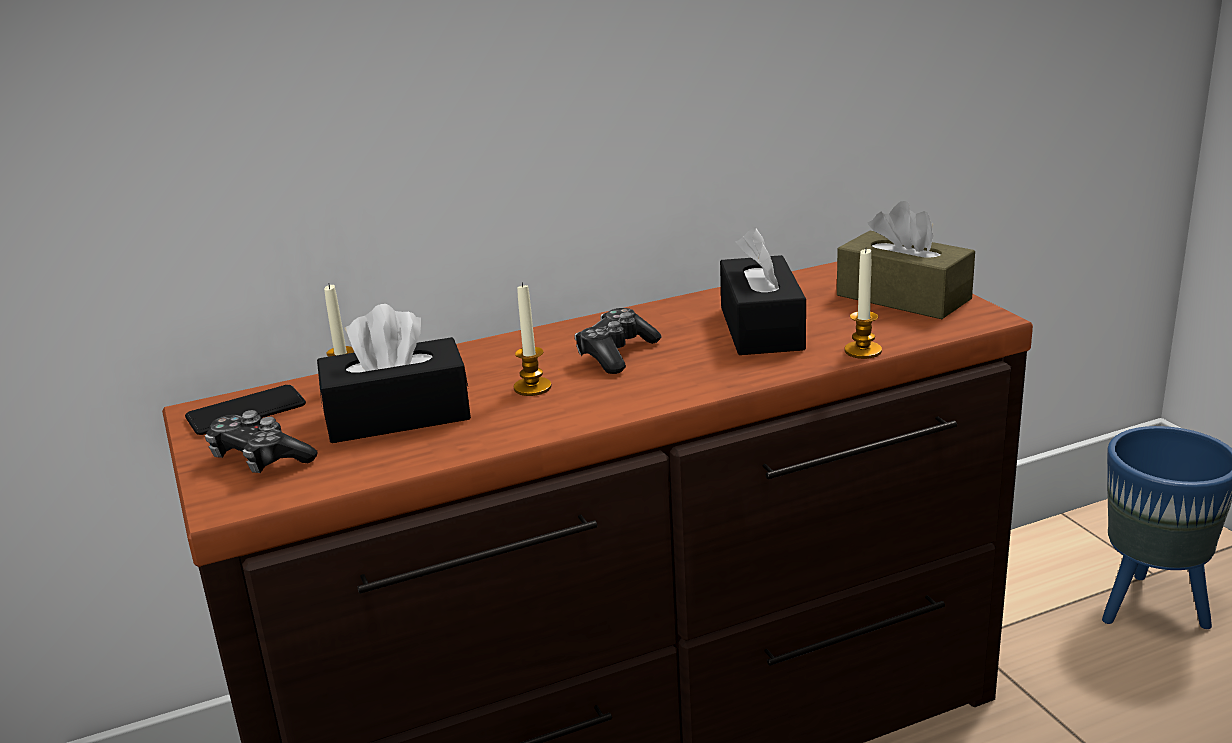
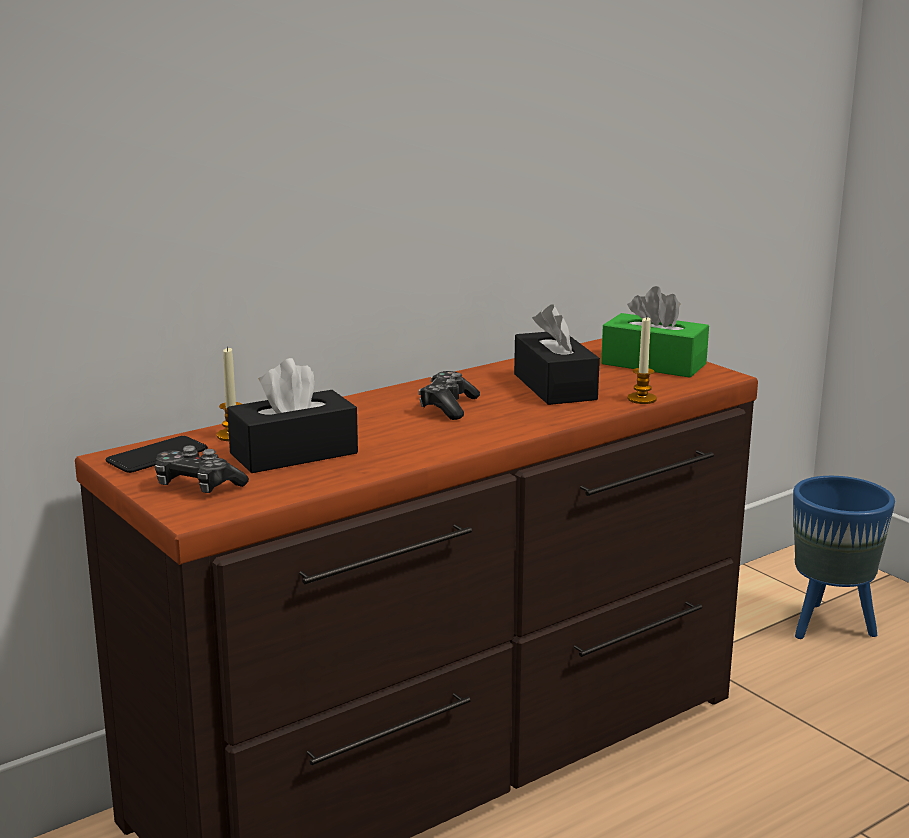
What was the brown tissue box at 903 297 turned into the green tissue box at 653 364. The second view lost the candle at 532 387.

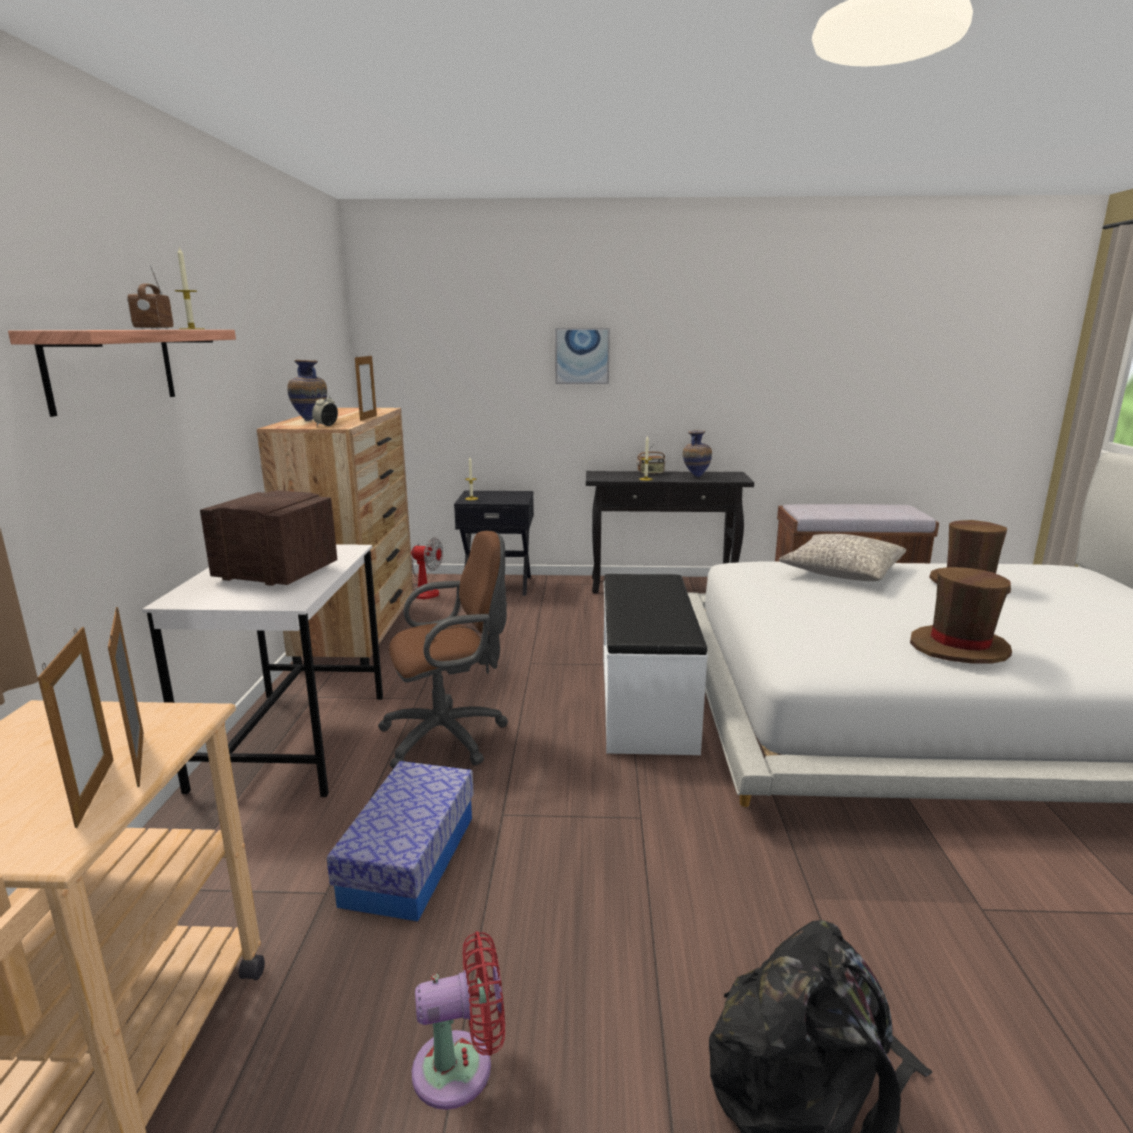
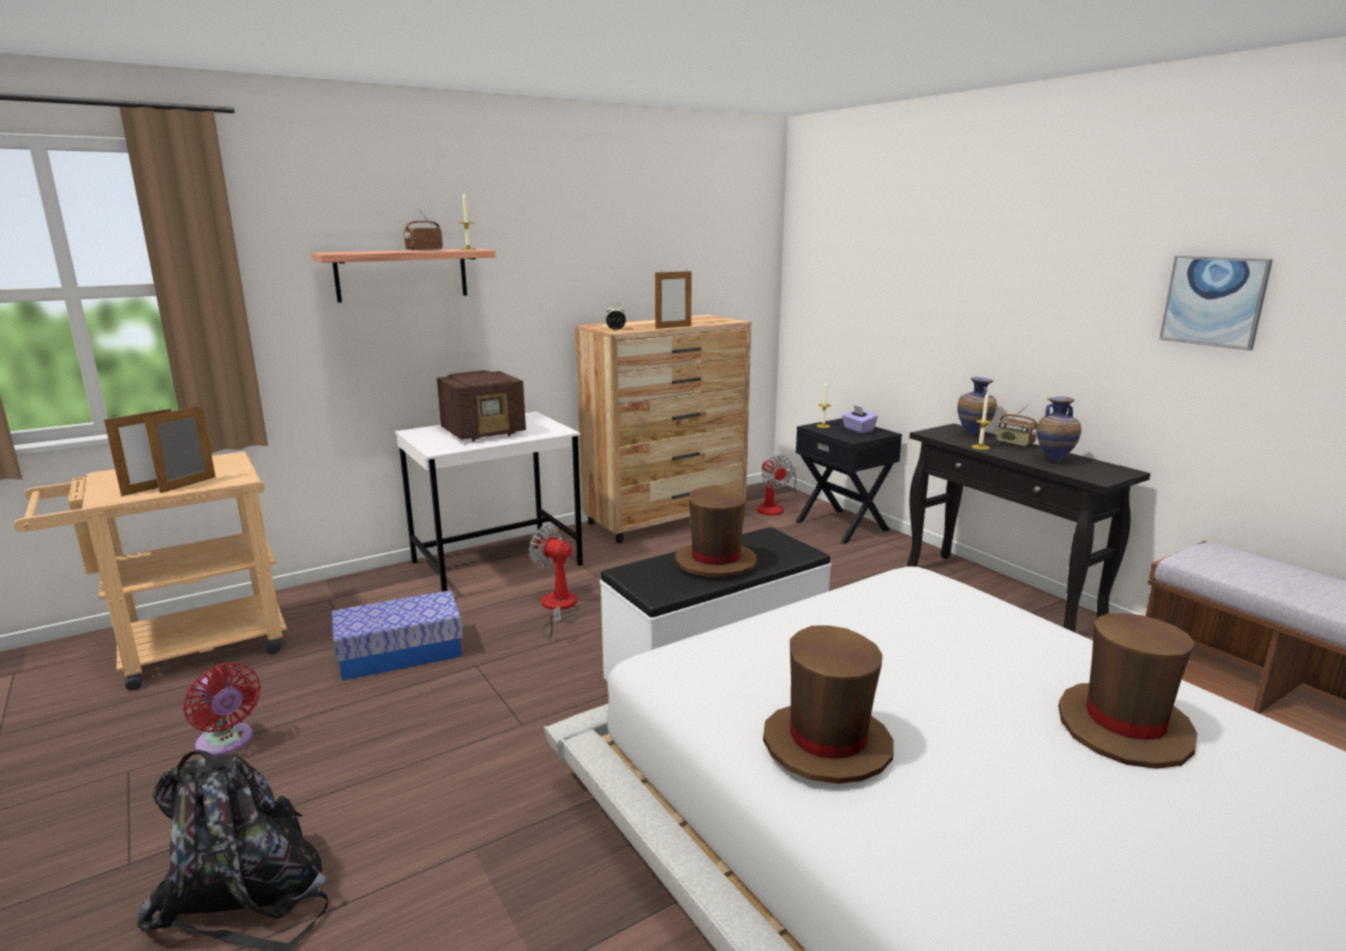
The picture ended up elsewhere, having gone from 582 356 to 1214 301. The vase ended up elsewhere, having gone from 311 420 to 974 434. The radio at 275 573 ended up facing another way, 75 degrees clockwise from before. Where the brown office chair stood at 450 736, the fan came to stand at 558 608. The second view lost the grey pillow at 842 572. The second view gained the purple tissue box at 858 430. The second view gained the brown hat at 715 562.

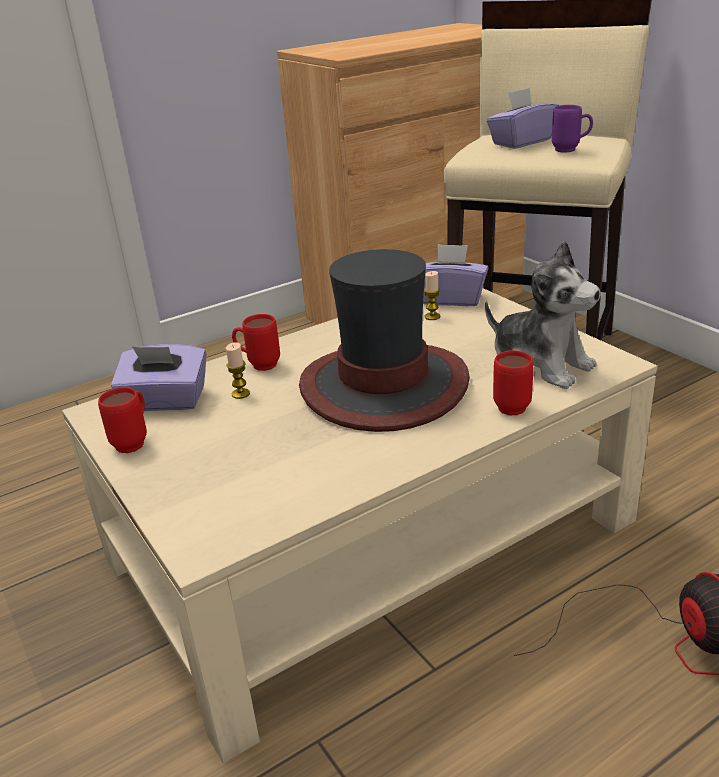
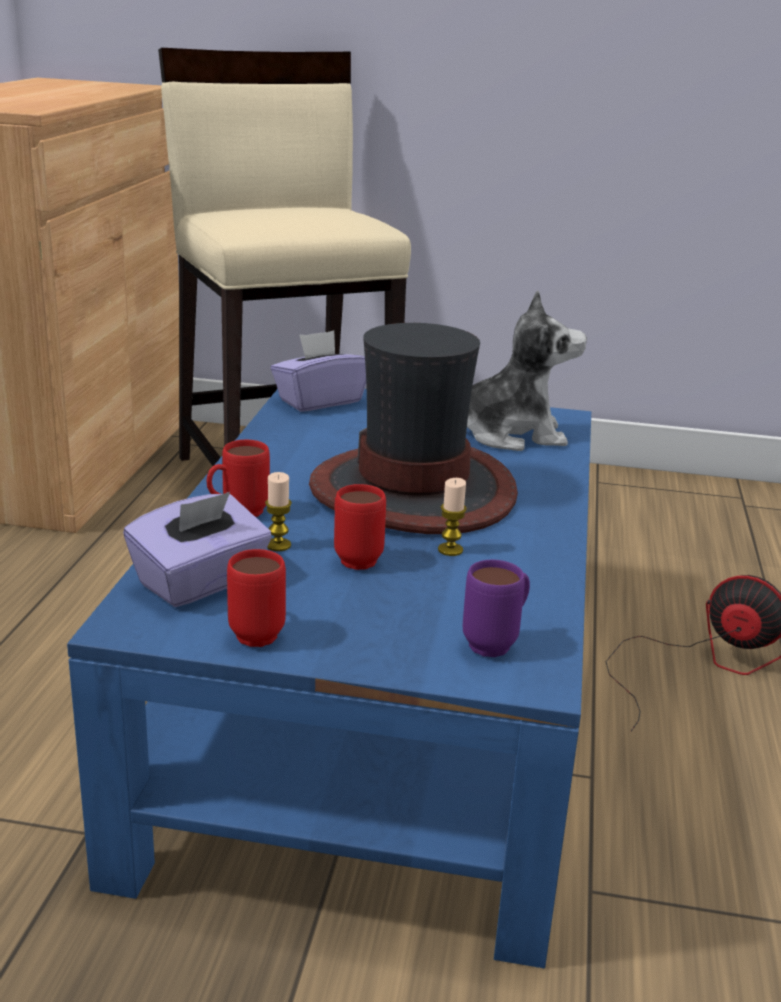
The second view lost the purple tissue box at 521 142. The purple mug ended up elsewhere, having gone from 571 150 to 497 643. The candle ended up elsewhere, having gone from 432 316 to 450 550. What was the beige coffee table at 372 540 turned into the blue coffee table at 380 706. The red mug ended up elsewhere, having gone from 512 405 to 353 557.

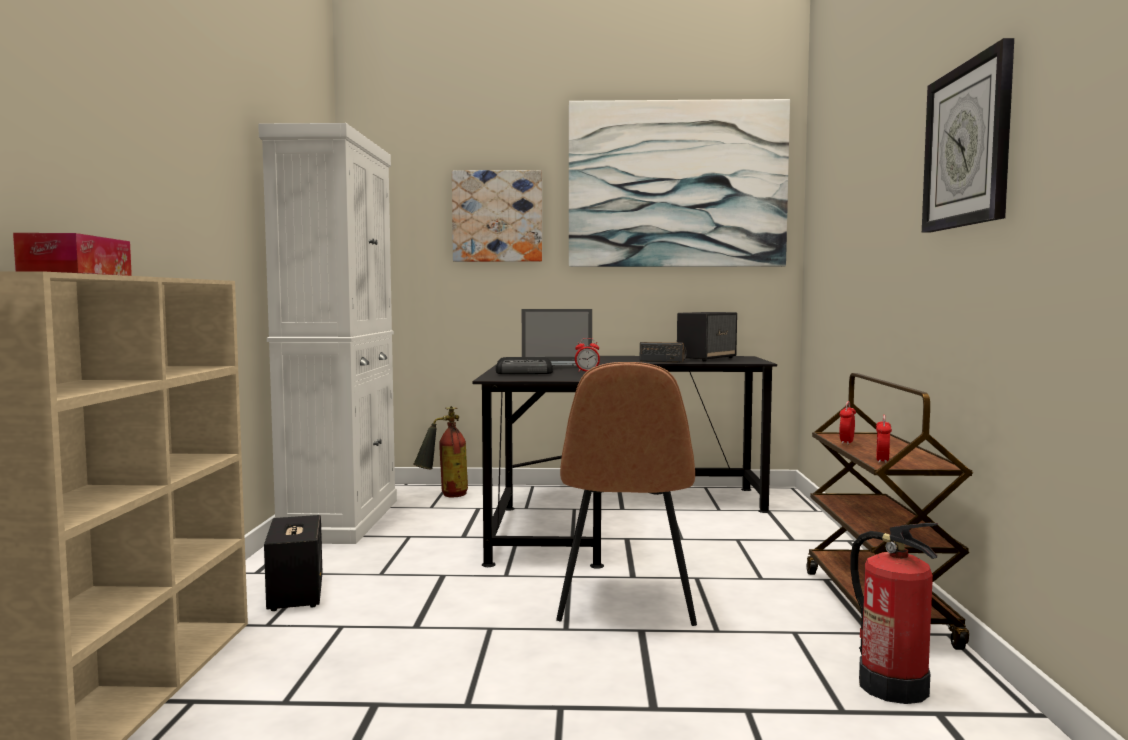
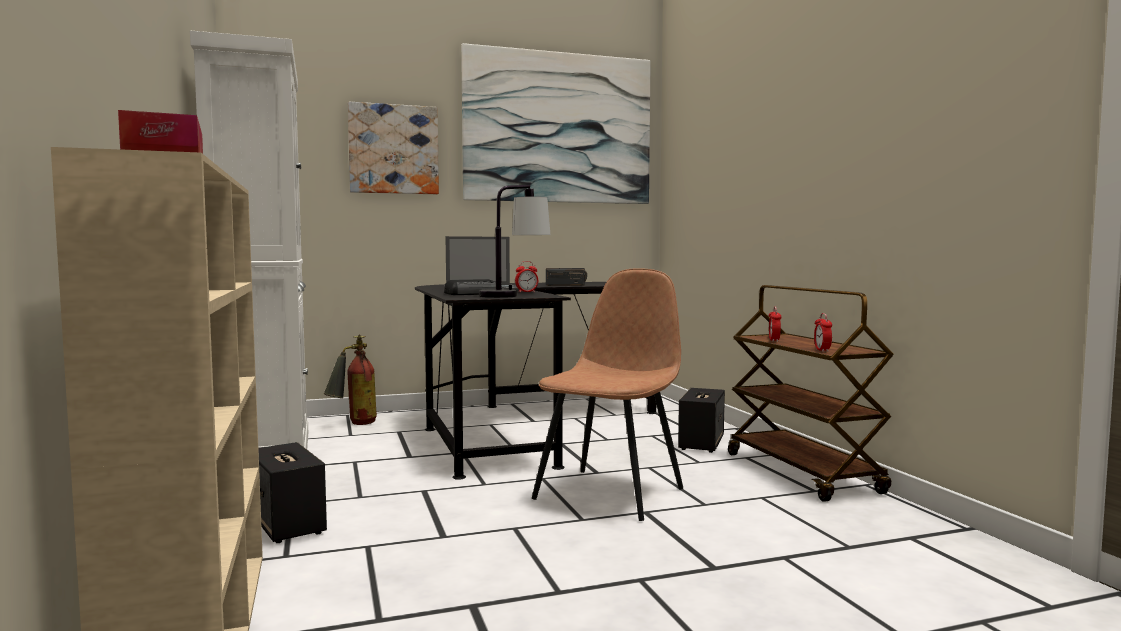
The second view lost the wall clock at 967 145. The speaker ended up elsewhere, having gone from 707 359 to 701 443. The brown chair at 625 602 ended up facing another way, 135 degrees counterclockwise from before. The second view lost the fire extinguisher at 892 686. The second view gained the table lamp at 514 295.

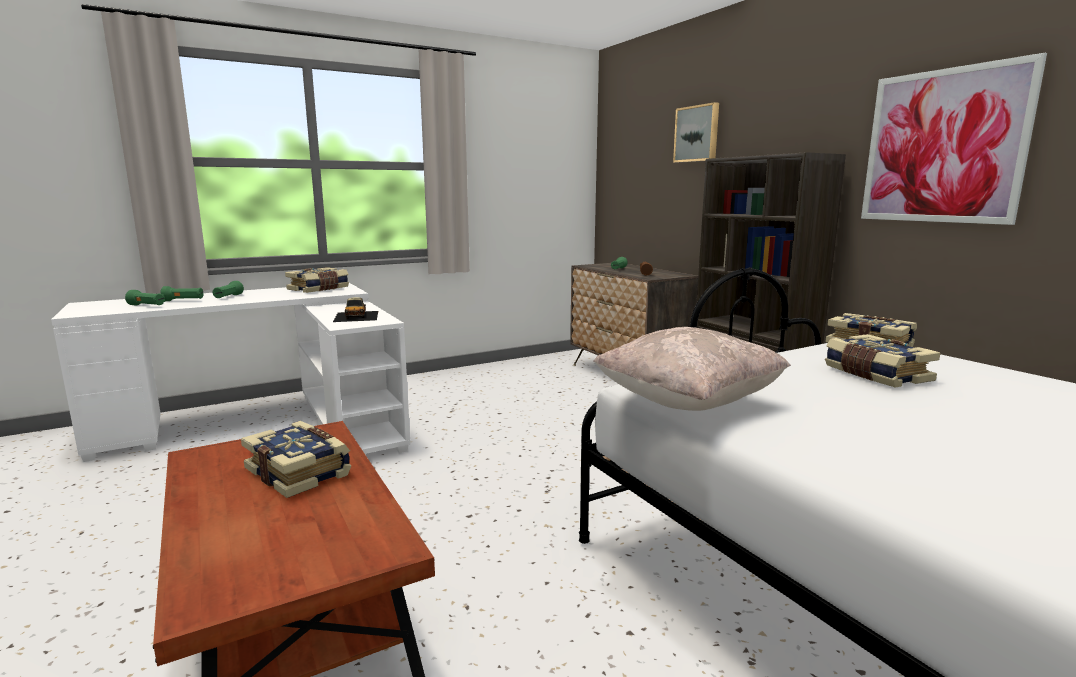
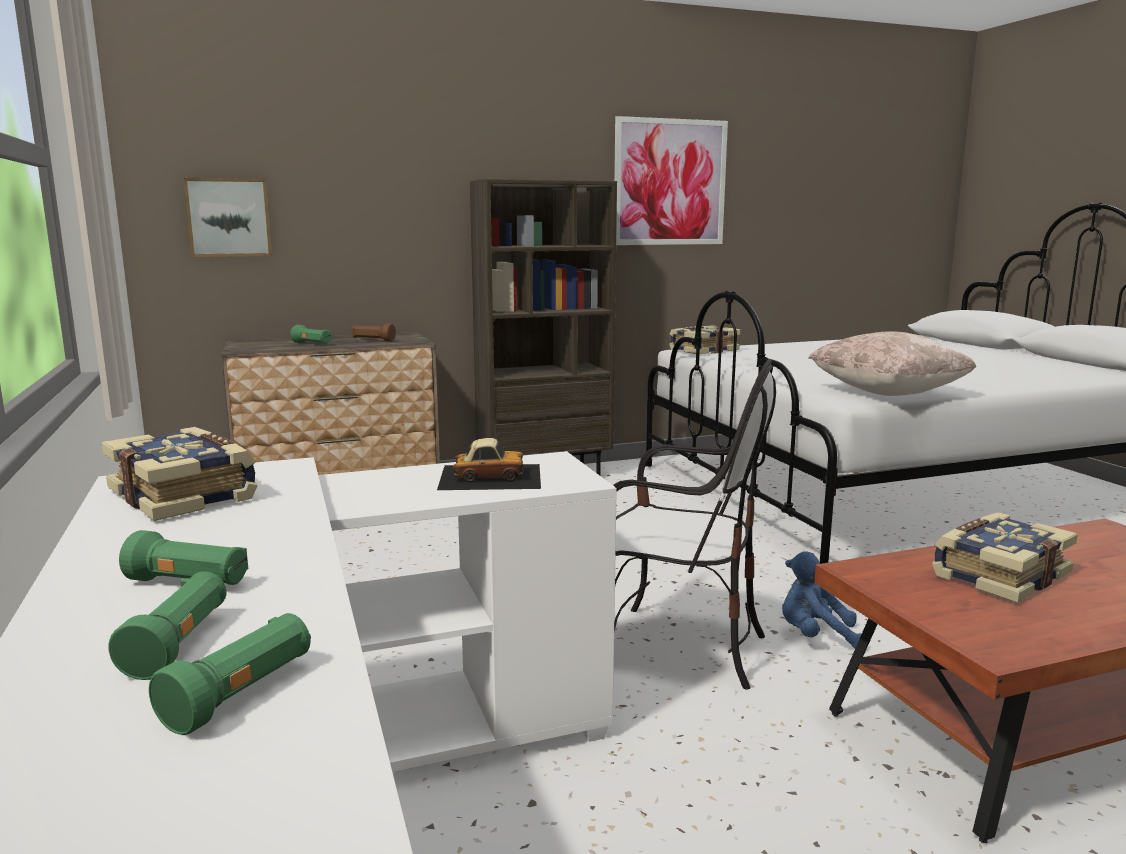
The picture ended up elsewhere, having gone from 697 134 to 229 217. The second view lost the book at 875 375. The second view gained the chair at 679 649. The second view gained the blue plush toy at 816 637.

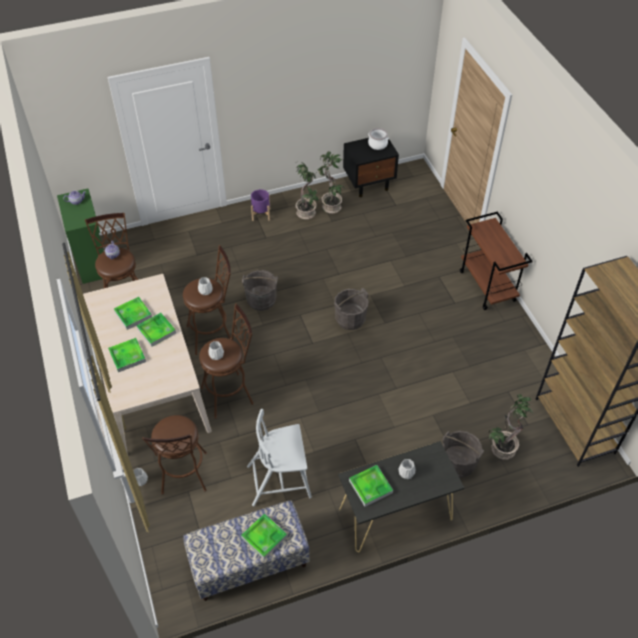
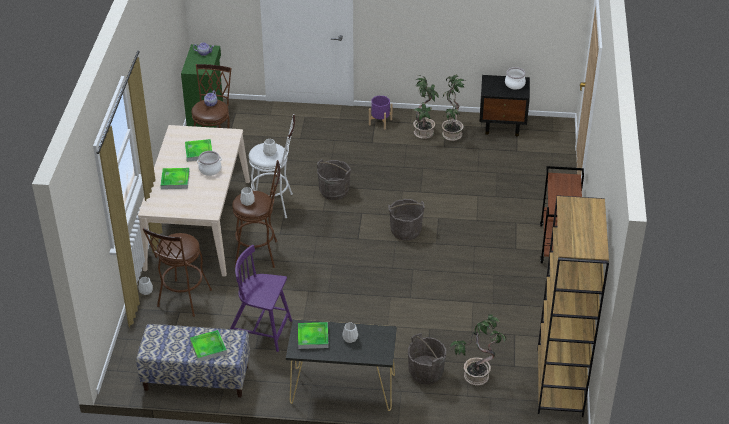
What was the brown stool at 214 334 turned into the white stool at 275 204. Where the tray stood at 156 331, the cooking pot came to stand at 210 169. What was the white chair at 280 481 turned into the purple chair at 260 331.

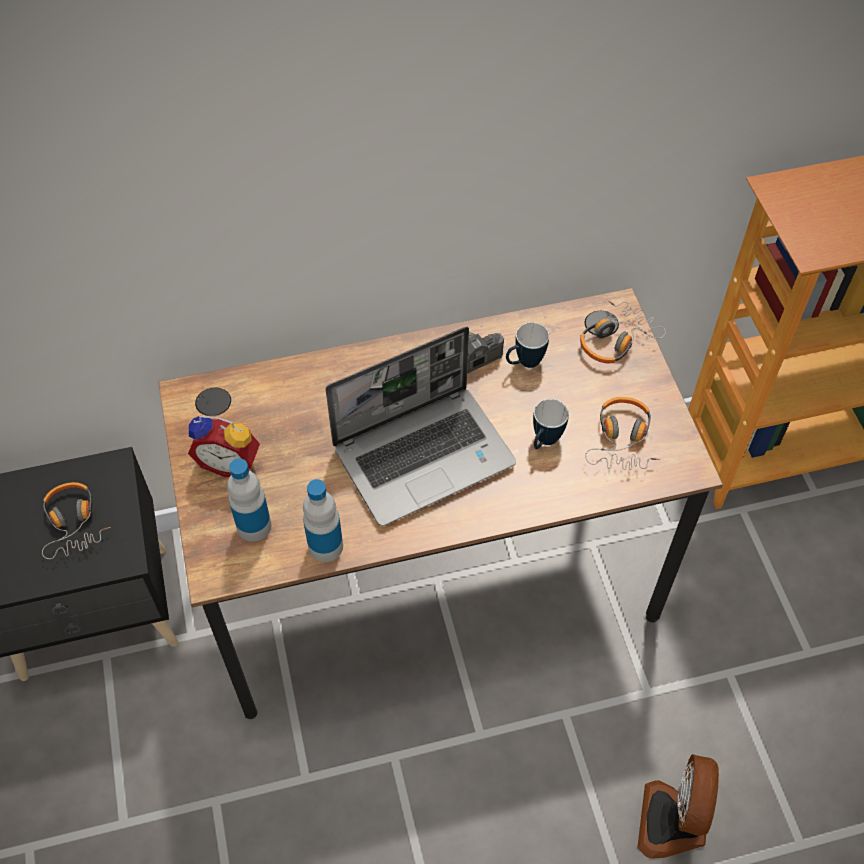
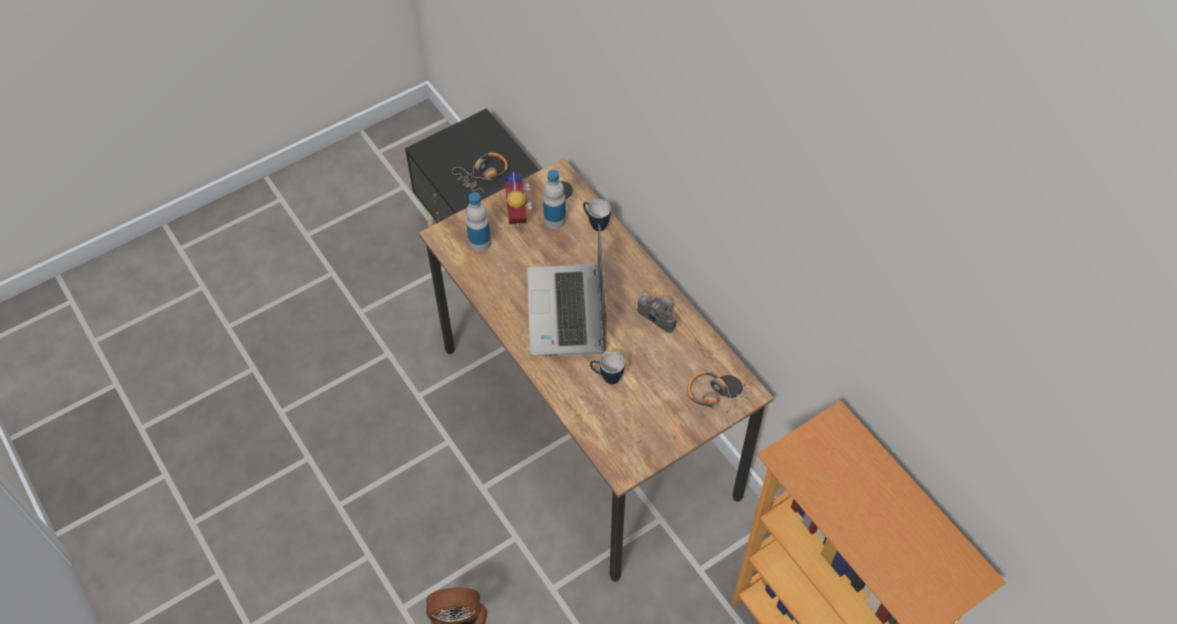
The mug ended up elsewhere, having gone from 524 363 to 595 224. The laptop at 425 454 ended up facing another way, 45 degrees clockwise from before. The second view lost the headphones at 622 440. The bottle ended up elsewhere, having gone from 325 546 to 554 220.

